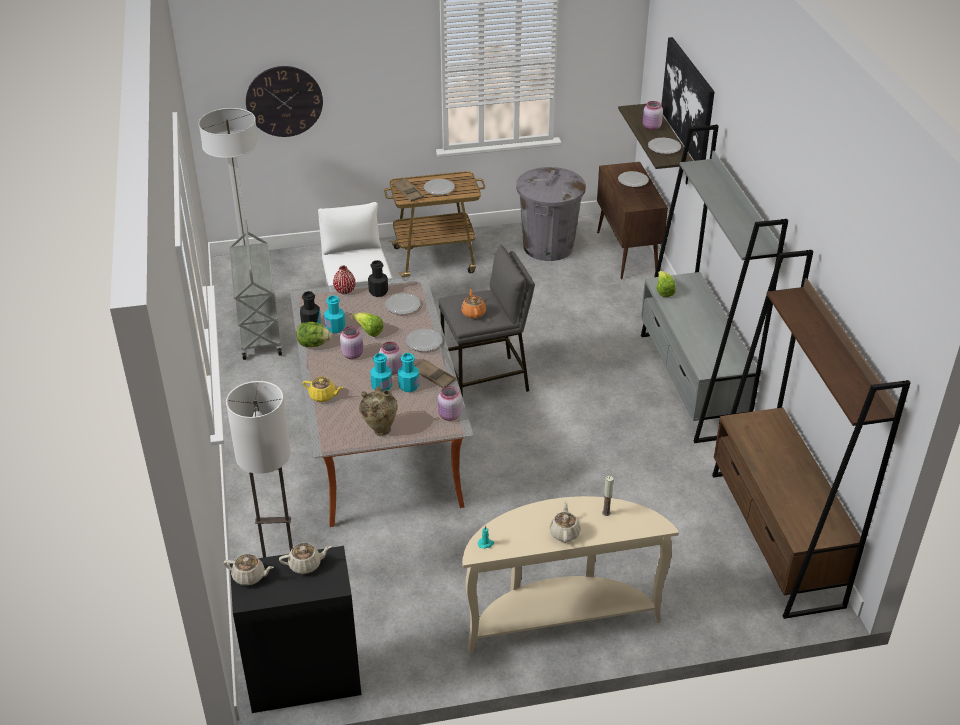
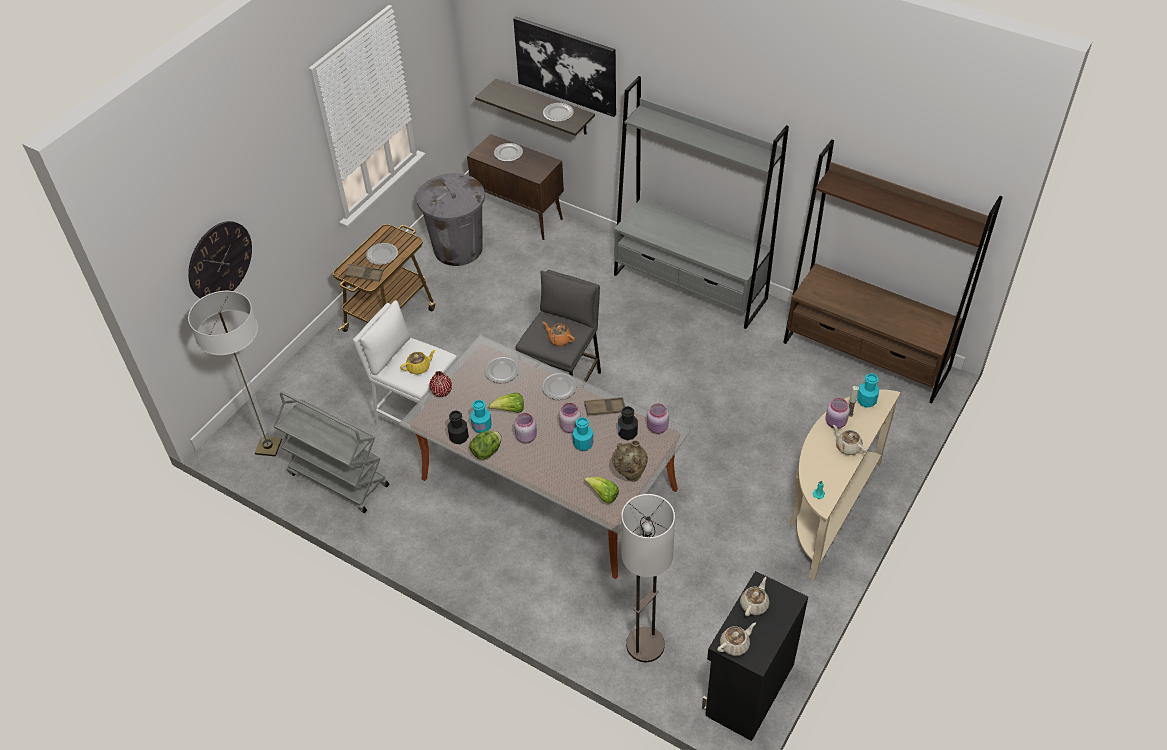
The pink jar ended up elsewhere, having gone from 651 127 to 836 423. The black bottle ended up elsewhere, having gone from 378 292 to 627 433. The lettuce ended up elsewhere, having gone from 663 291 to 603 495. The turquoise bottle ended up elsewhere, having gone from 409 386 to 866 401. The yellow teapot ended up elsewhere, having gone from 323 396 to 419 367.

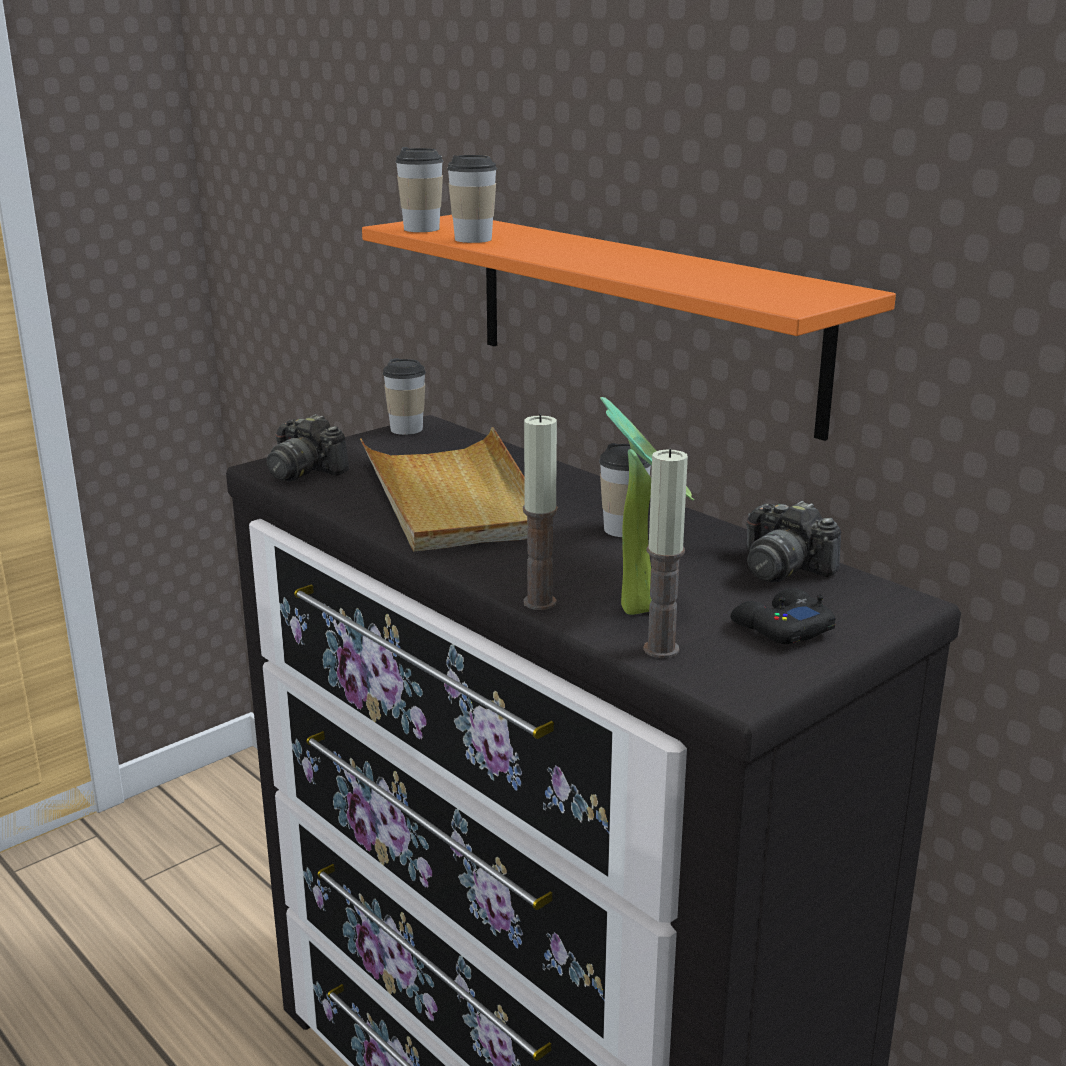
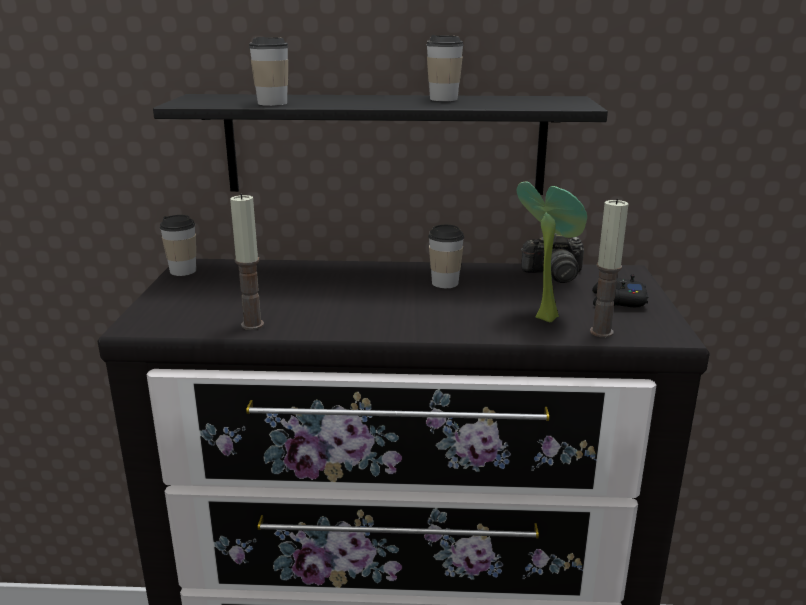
The cup ended up elsewhere, having gone from 421 229 to 443 99. What was the orange shelf at 640 317 turned into the black shelf at 385 145. The second view lost the photo camera at 305 471. The candle ended up elsewhere, having gone from 539 602 to 252 325. The second view lost the beige tray at 453 497.

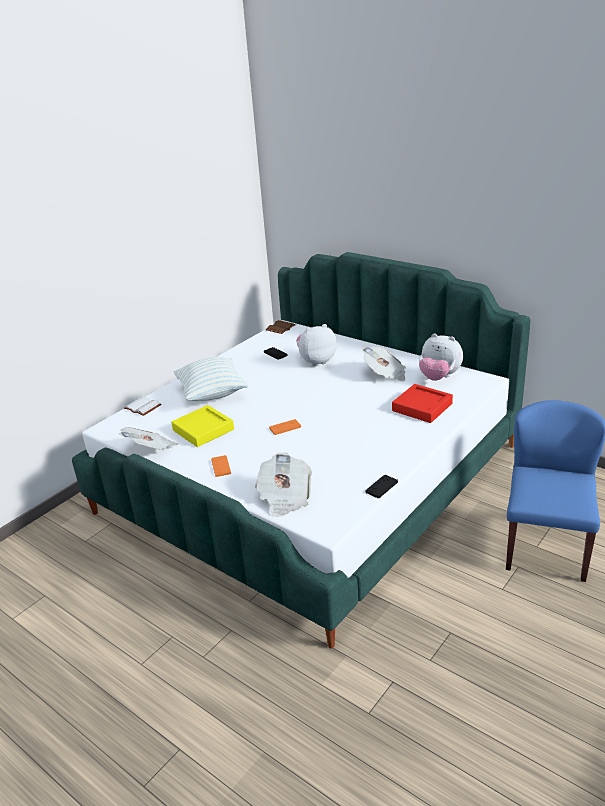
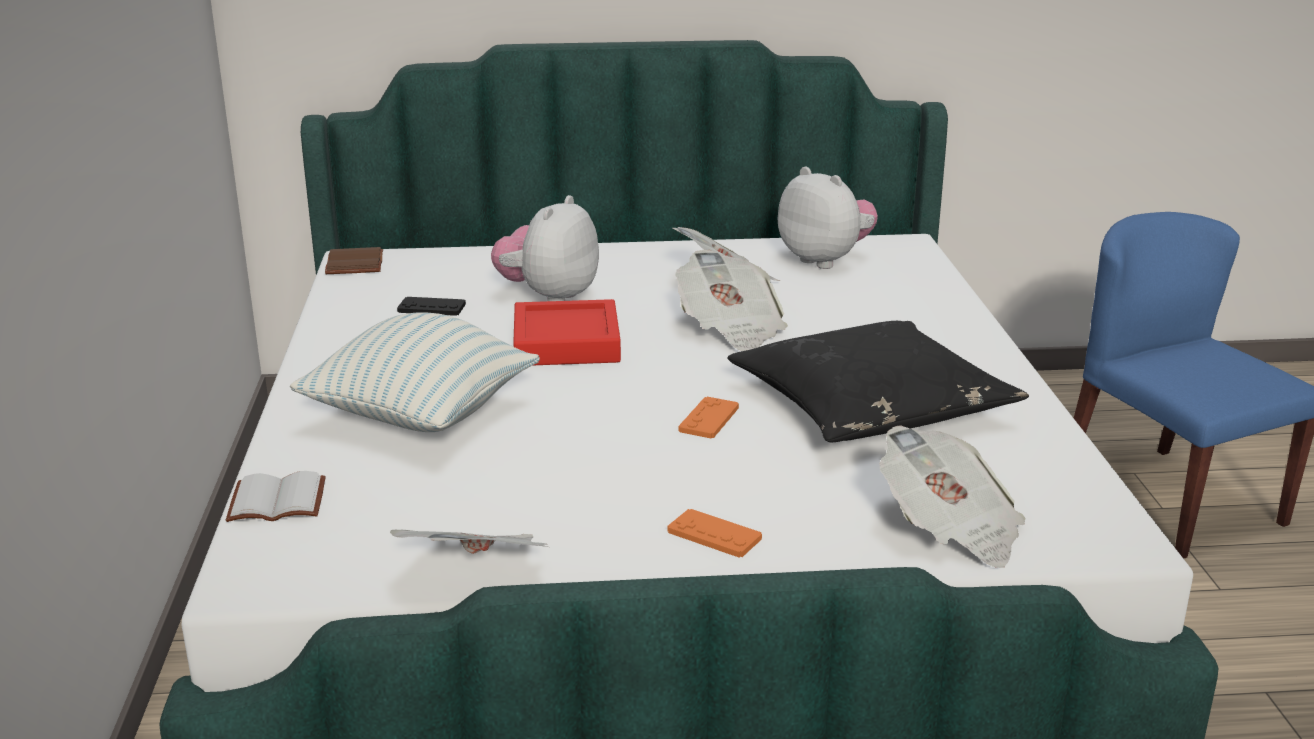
The plush toy at 439 377 ended up facing another way, 120 degrees counterclockwise from before. The red tray ended up elsewhere, having gone from 422 407 to 566 343. The second view lost the yellow tray at 203 430. The second view lost the black game controller at 381 487. The second view gained the newspaper at 730 329. The second view gained the black pillow at 870 406.

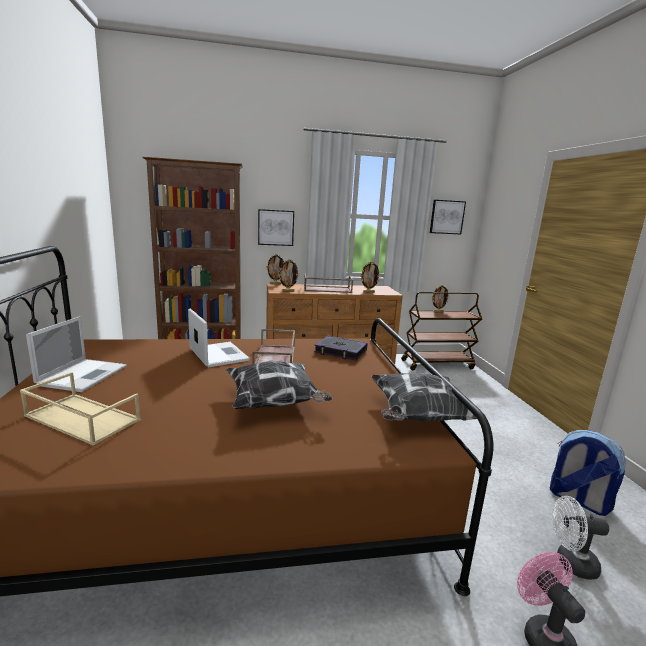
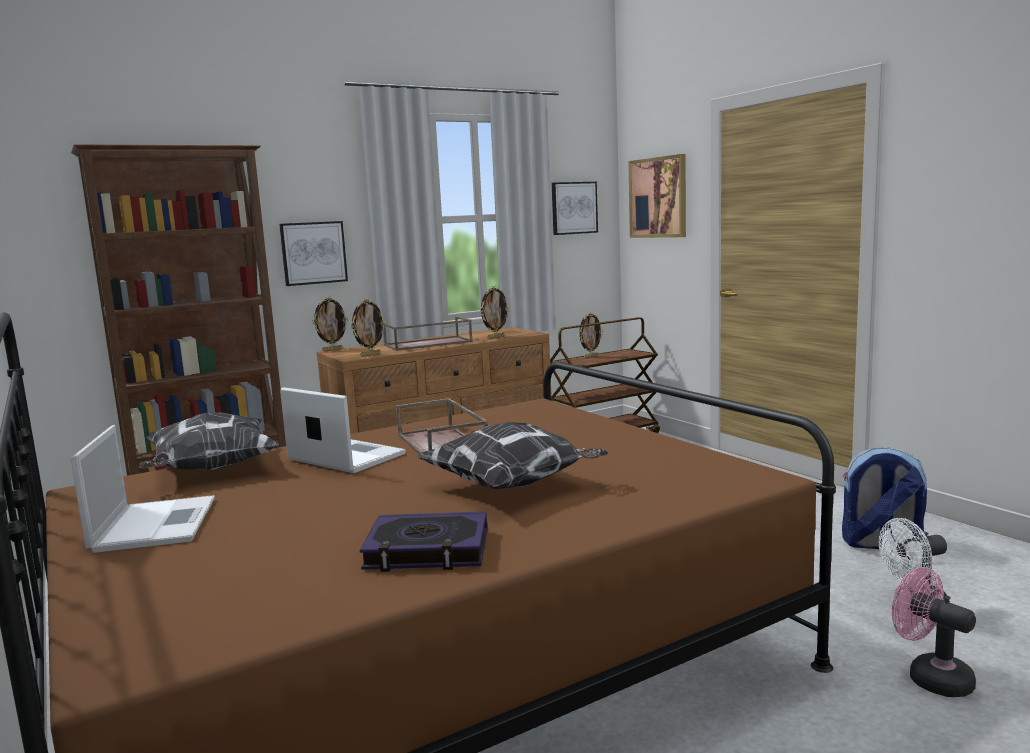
The book ended up elsewhere, having gone from 340 351 to 427 550. The second view lost the beige tray at 80 418. The pillow ended up elsewhere, having gone from 417 416 to 211 470. The second view gained the picture at 658 197.

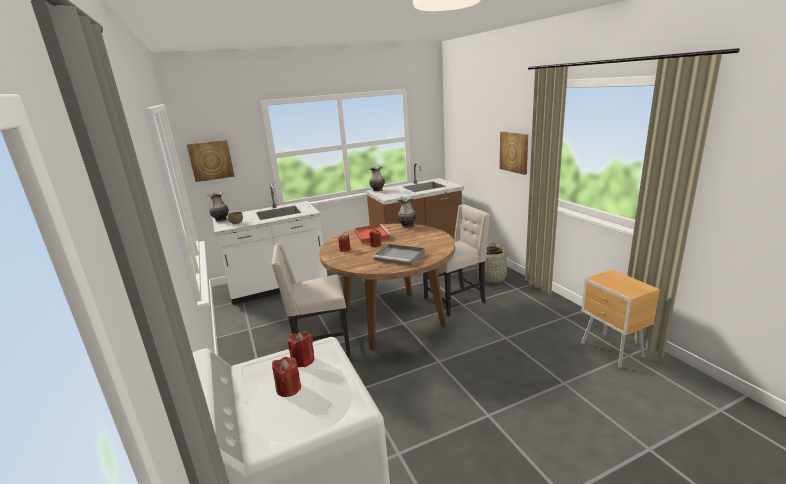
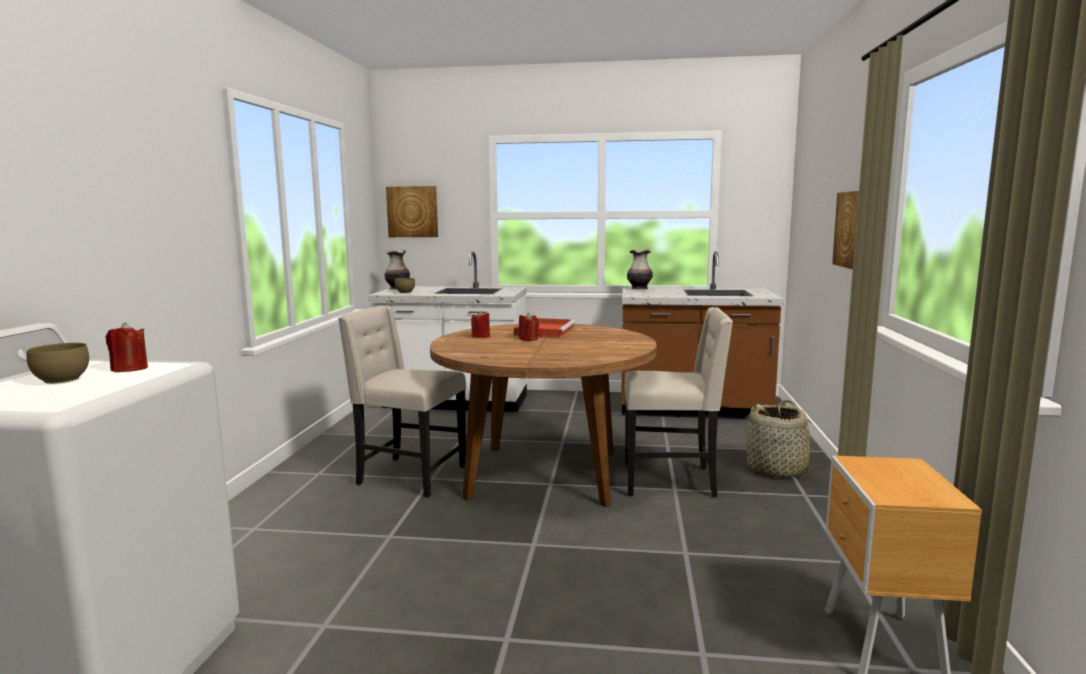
The second view lost the vase at 407 226. The second view lost the grey tray at 400 256. Where the red candle stood at 288 388, the brown bowl came to stand at 59 381.

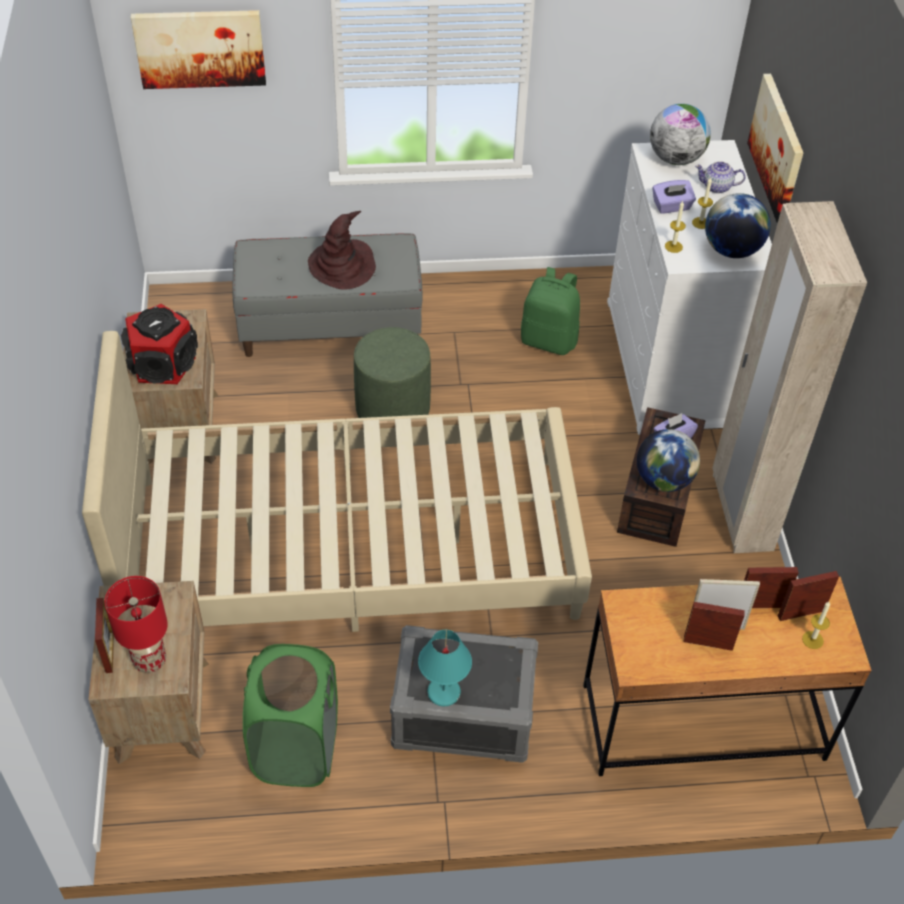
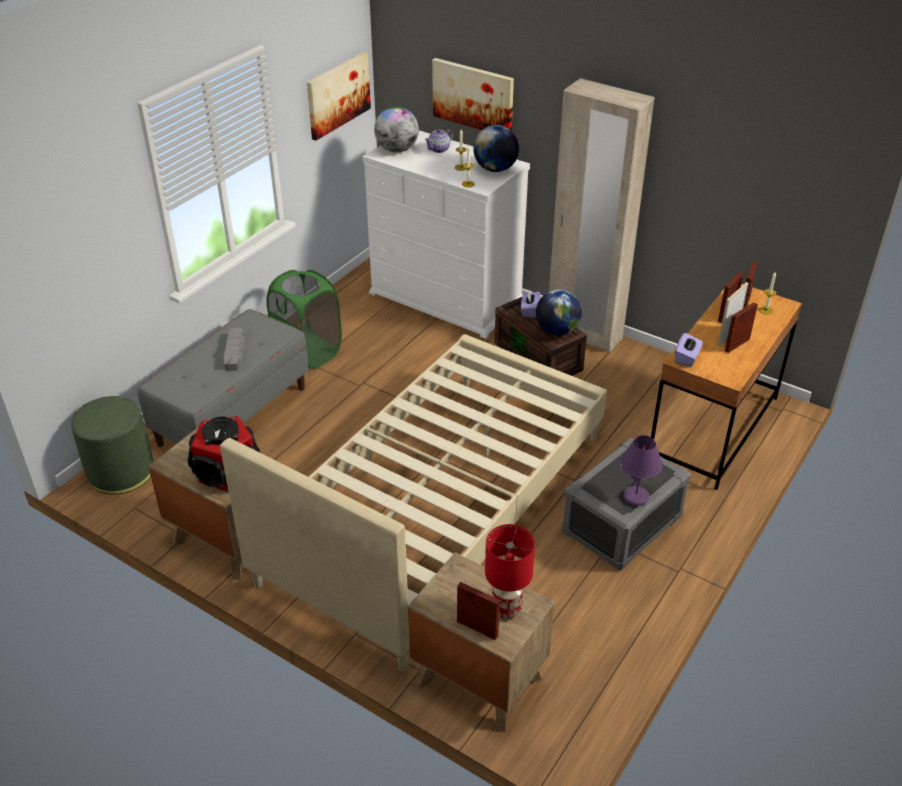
The picture ended up elsewhere, having gone from 200 48 to 337 95. The purple tissue box ended up elsewhere, having gone from 671 206 to 687 358. Where the brown hat stood at 342 266, the grey tray came to stand at 235 352. The second view lost the green backpack at 549 340. The green ottoman ended up elsewhere, having gone from 392 411 to 121 472. What was the turquoise table lamp at 444 692 turned into the purple table lamp at 636 496. The green laundry basket ended up elsewhere, having gone from 296 749 to 308 352.

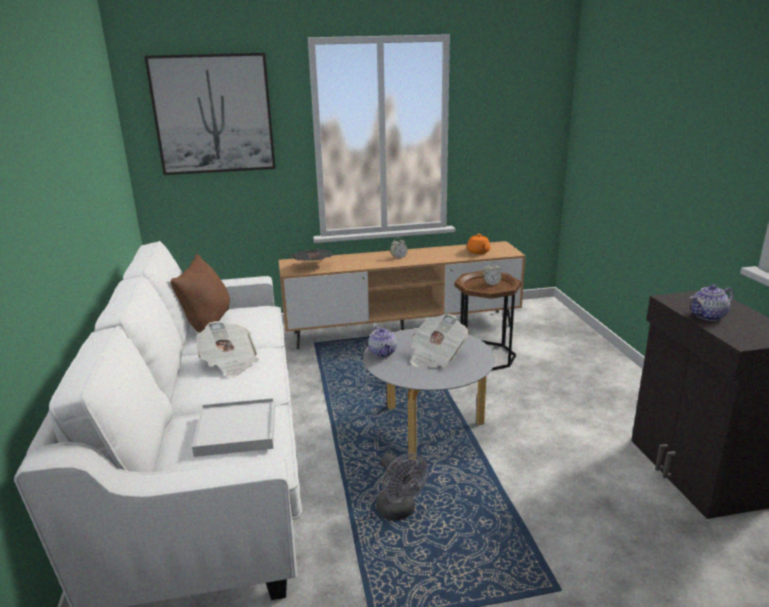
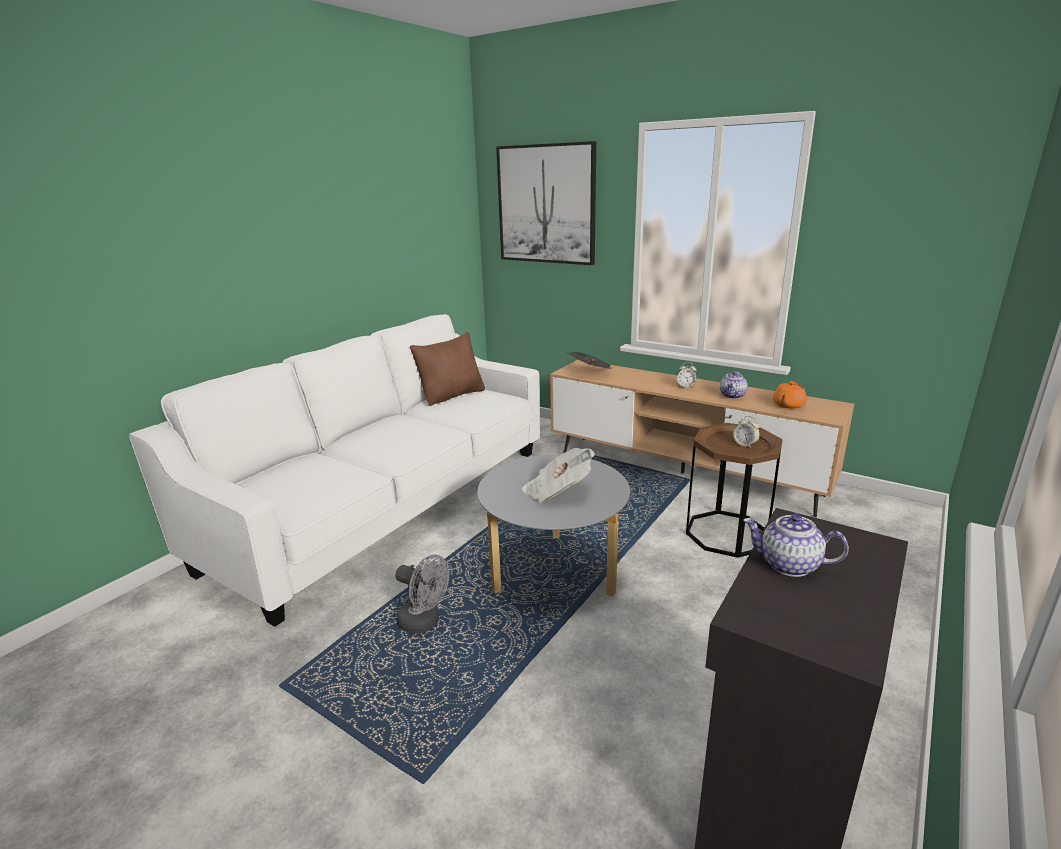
The second view lost the newspaper at 229 363. The teapot ended up elsewhere, having gone from 383 353 to 732 396. The second view lost the white tray at 236 430. The grey fan at 399 511 ended up facing another way, 75 degrees counterclockwise from before.

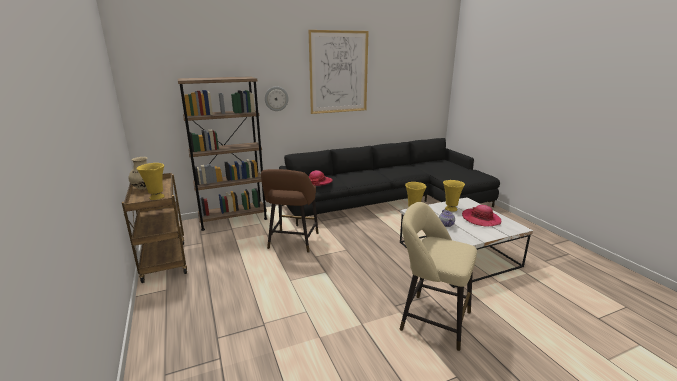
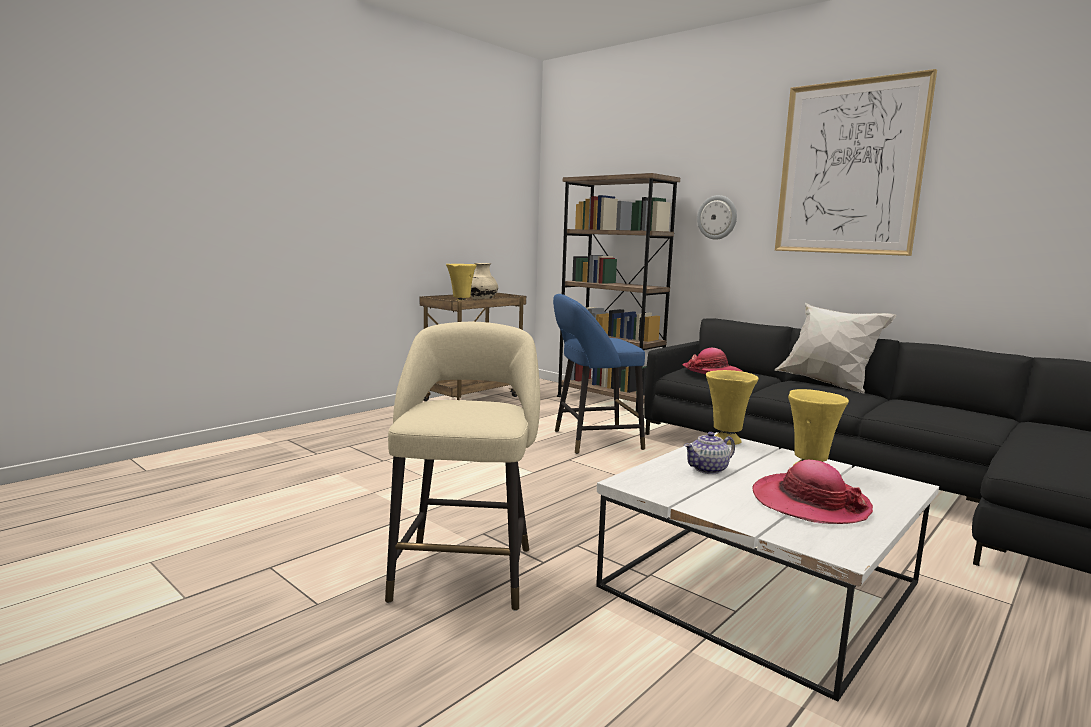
What was the brown stool at 292 242 turned into the blue stool at 592 440. The second view gained the white pillow at 827 384.

